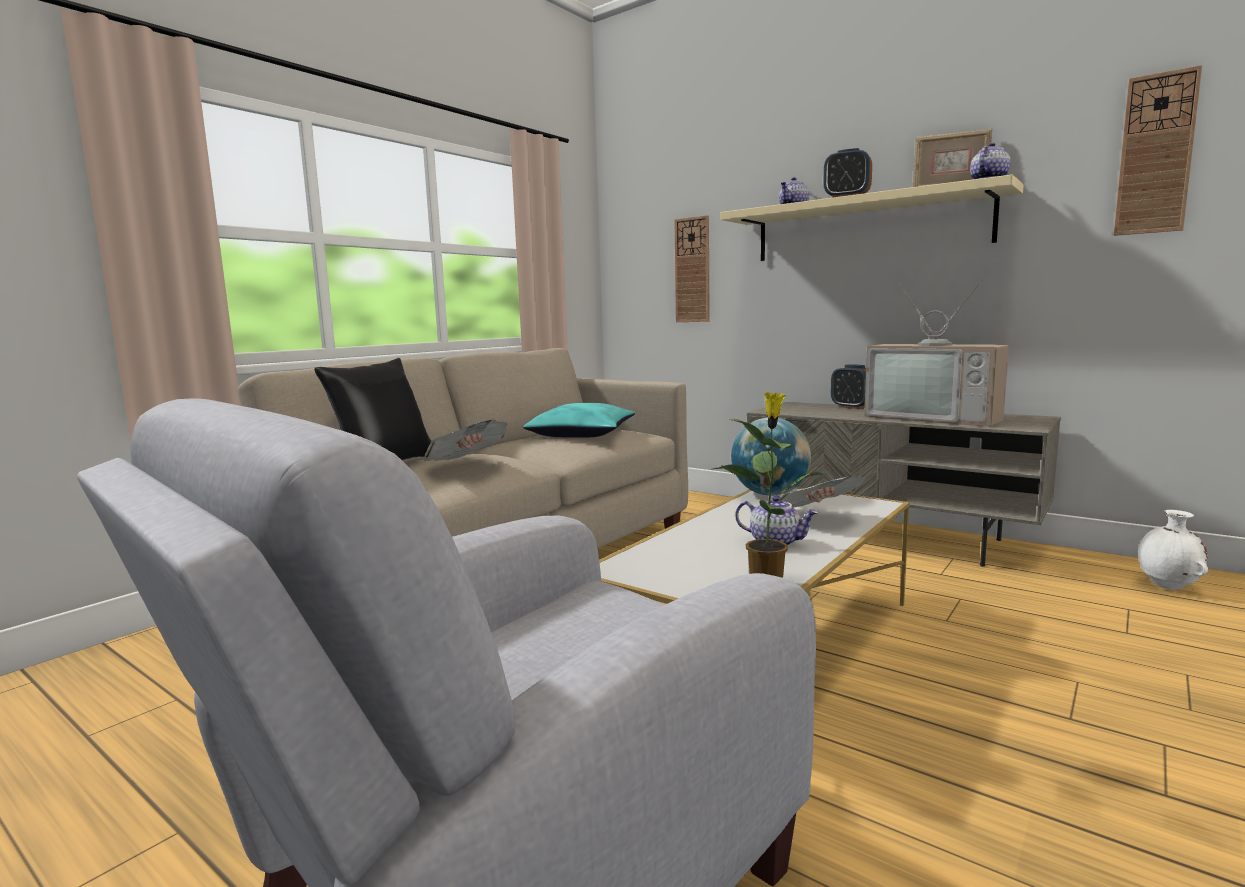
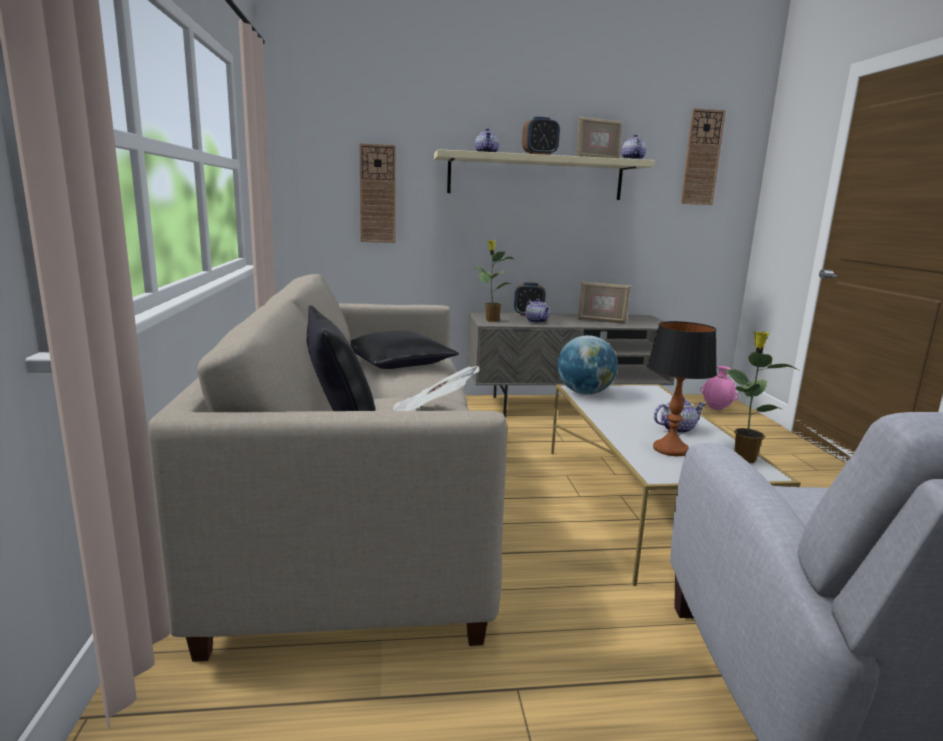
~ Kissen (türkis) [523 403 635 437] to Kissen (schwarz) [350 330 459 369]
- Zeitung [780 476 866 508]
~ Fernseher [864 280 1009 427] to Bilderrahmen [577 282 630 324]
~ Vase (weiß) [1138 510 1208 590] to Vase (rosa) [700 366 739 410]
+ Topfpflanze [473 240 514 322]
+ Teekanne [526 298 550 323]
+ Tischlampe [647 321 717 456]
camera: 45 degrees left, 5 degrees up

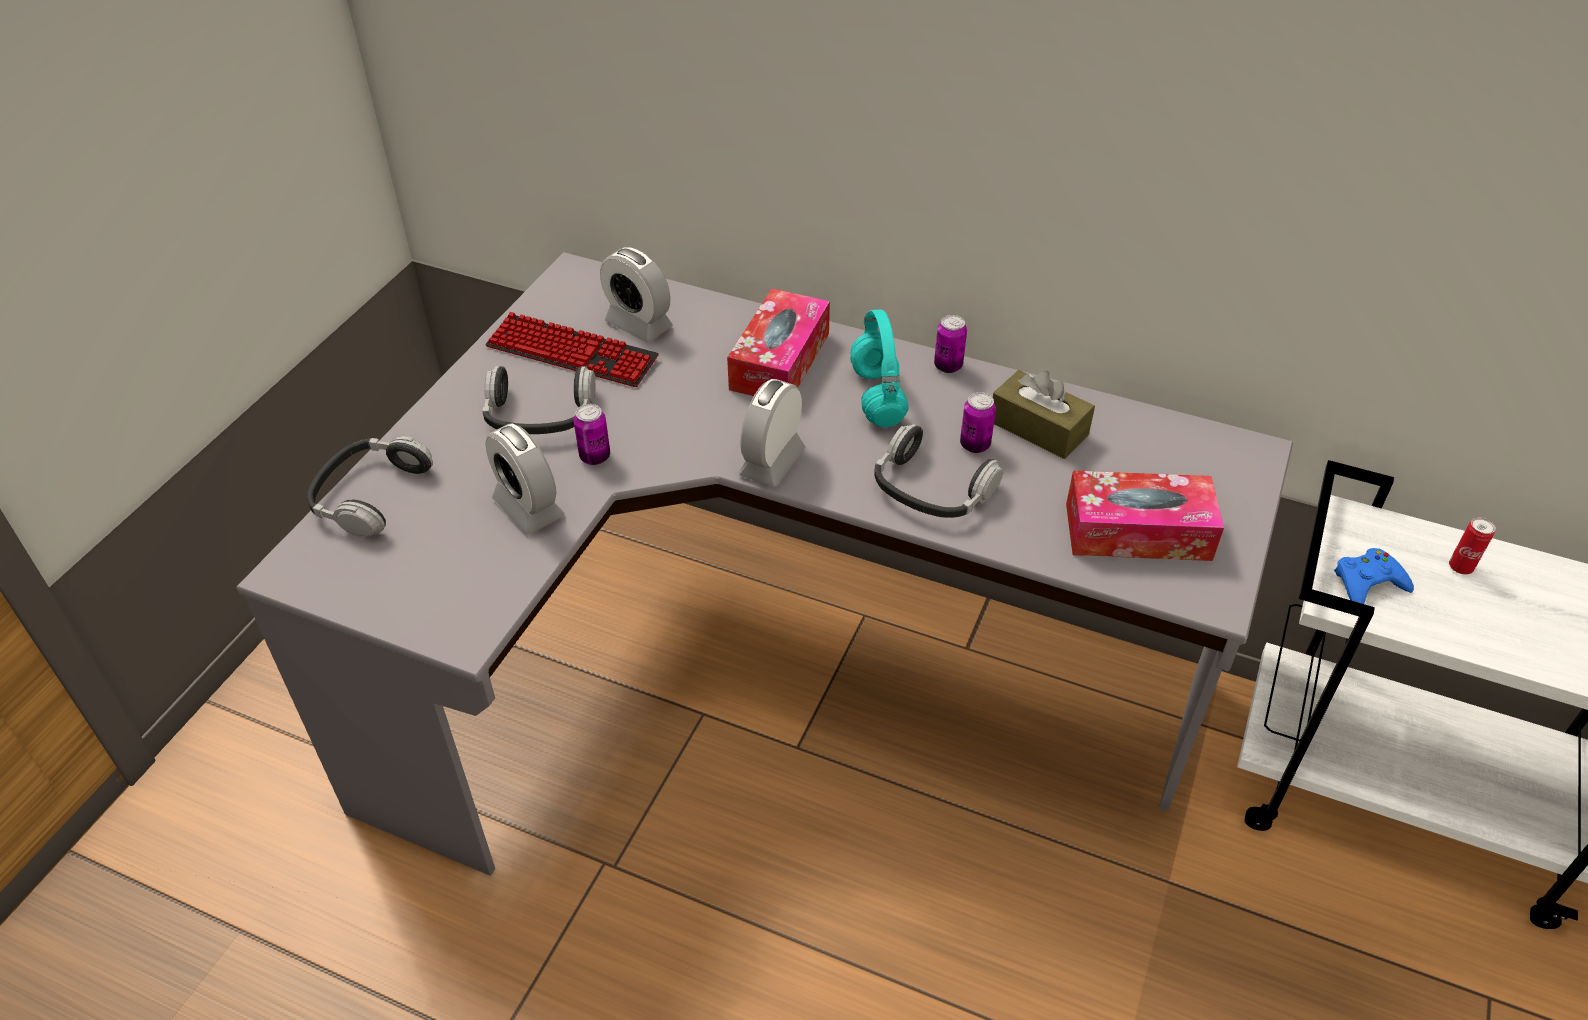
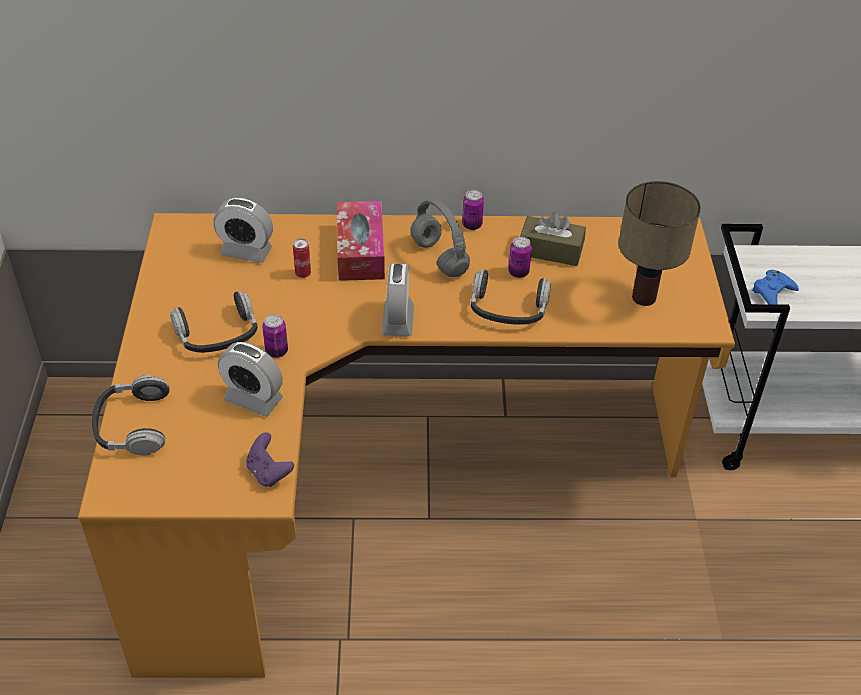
~ Schreibtisch (grau) [237 252 1293 876] to Schreibtisch (orange) [78 213 735 678]
- Tastatur [485 312 659 387]
~ Kopfhörer (türkis) [850 309 908 427] to Kopfhörer (grau) [411 198 470 277]
~ Taschentuchbox [1066 471 1224 561] to Tischlampe [619 181 701 306]
~ Dose [1449 517 1496 575] to [293 238 311 278]
+ Gamepad (lila) [246 432 294 487]
camera: 25 degrees left, 0 degrees up

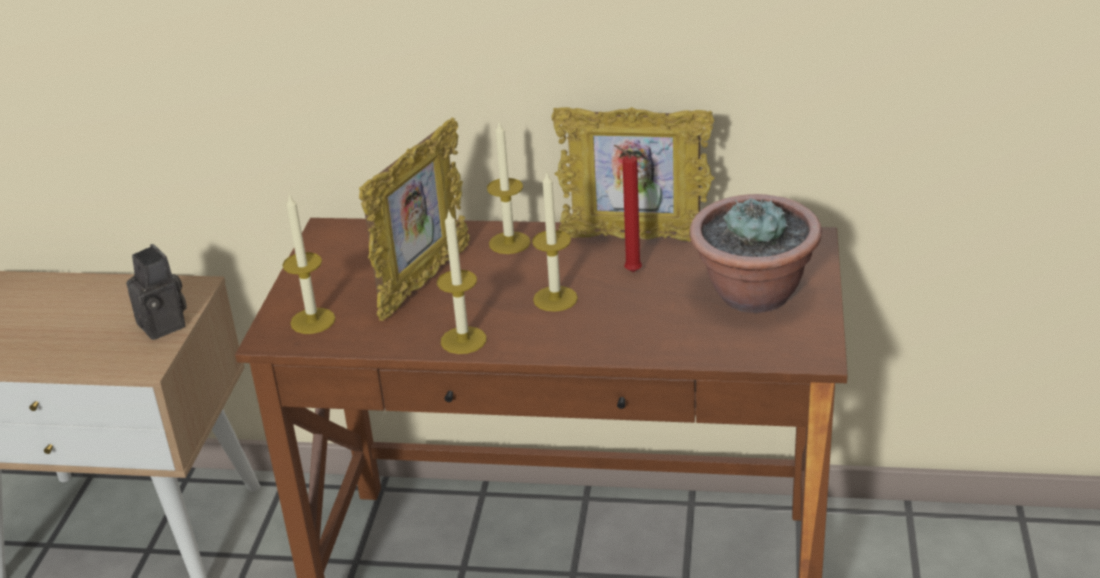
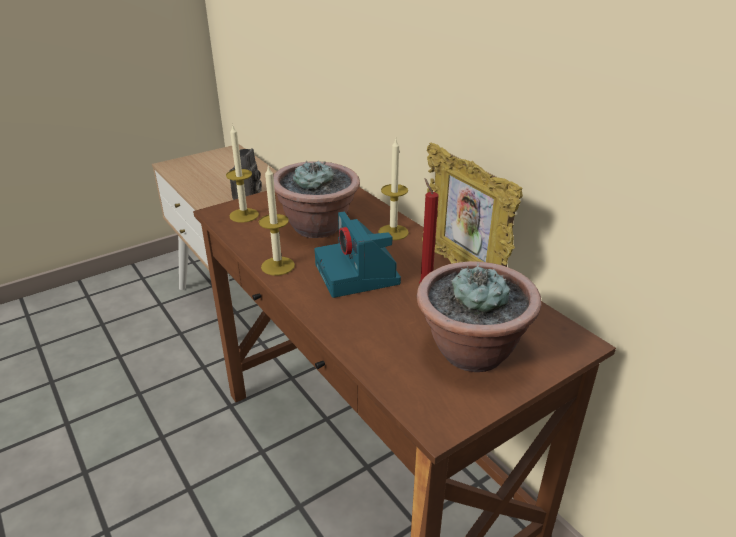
~ Bilderrahmen [359 118 470 321] to Topfpflanze [273 161 360 238]
~ Kerze [532 173 578 312] to Kamera [314 212 401 298]
camera: 45 degrees right, 0 degrees up

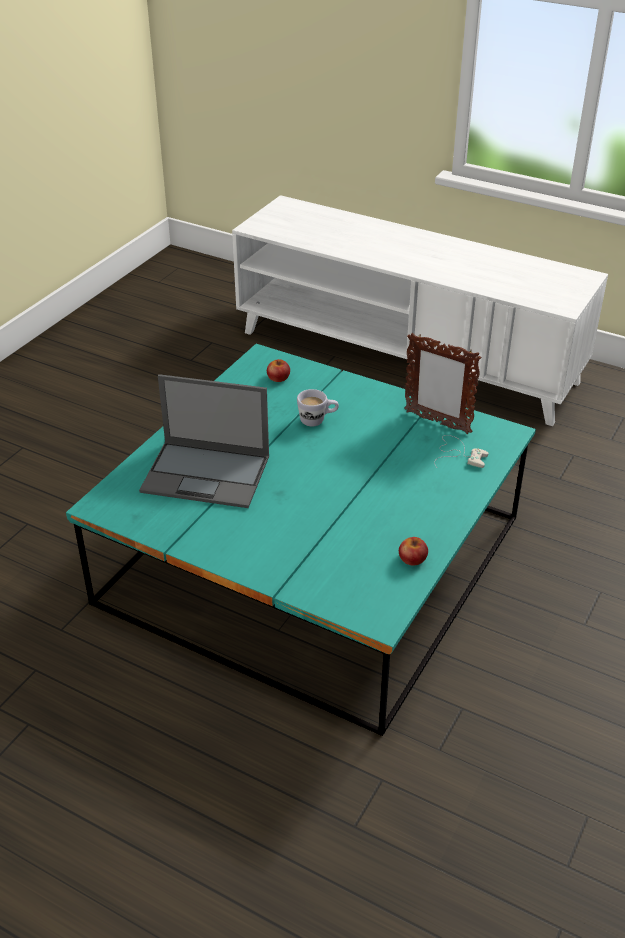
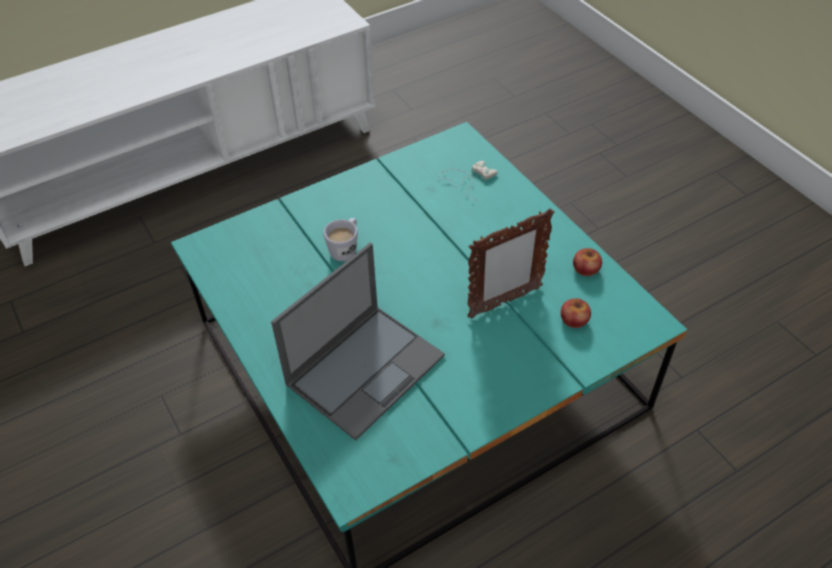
~ Apfel [267 359 290 382] to [561 298 591 328]
~ Bilderrahmen [404 333 482 434] to [467 208 554 319]
camera: 60 degrees left, 10 degrees up

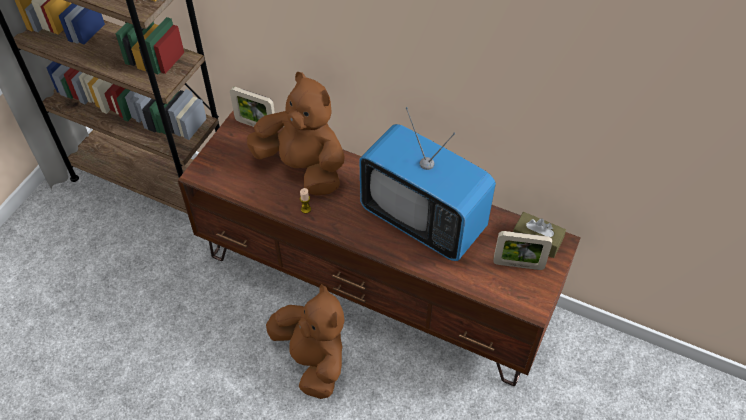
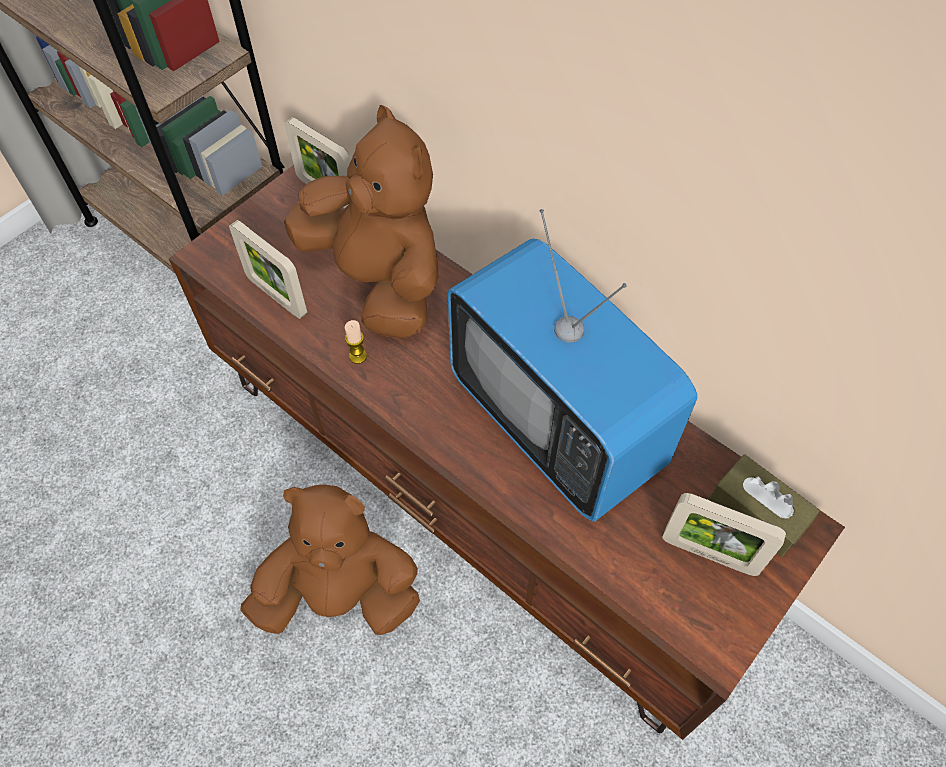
~ Plüschtier (braun) [266 284 345 399] = [240 485 420 635] 75 degrees counterclockwise
+ Bilderrahmen [229 220 307 319]
camera: 15 degrees right, 5 degrees up

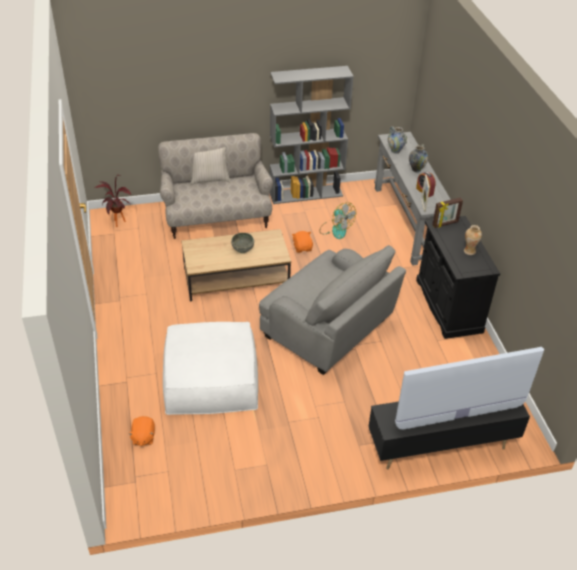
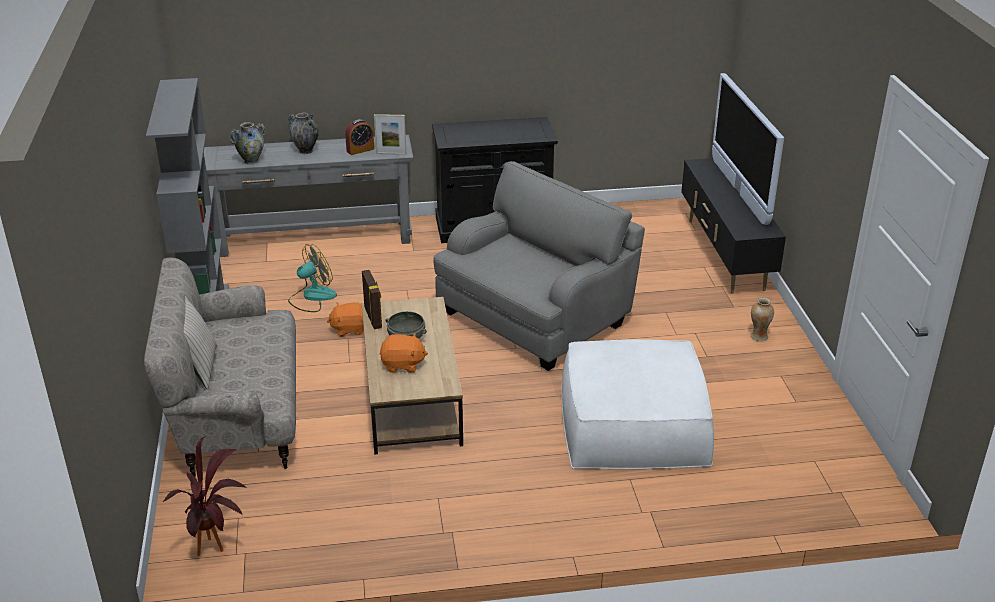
~ Plüschtier (orange) [128 416 155 446] to [380 333 428 373]
~ Bilderrahmen [432 197 463 228] to [362 270 382 329]
~ Vase [464 225 482 255] to [751 298 774 342]
camera: 85 degrees left, 10 degrees down

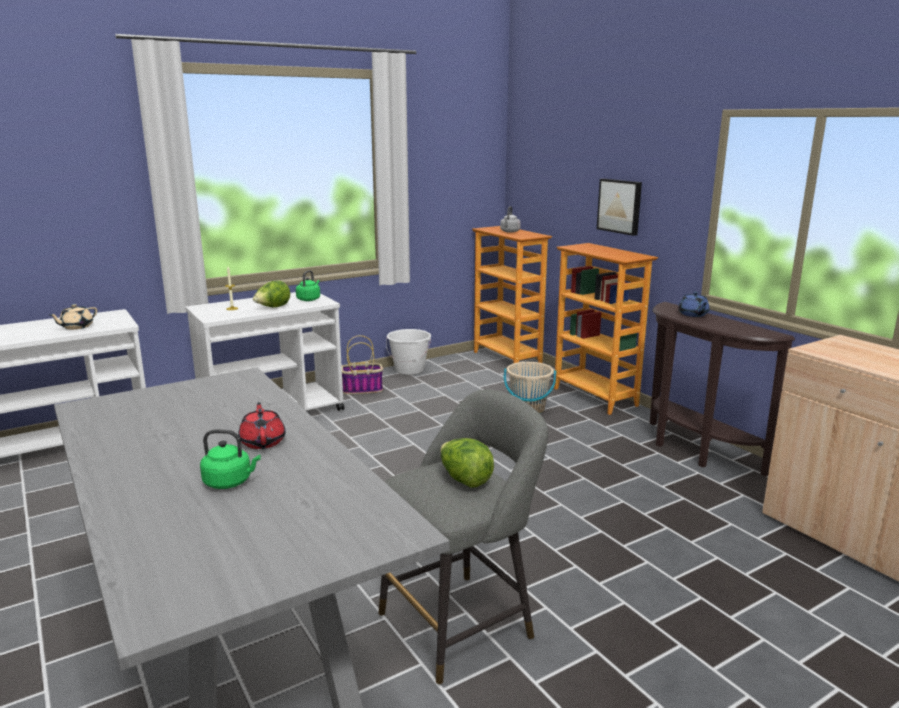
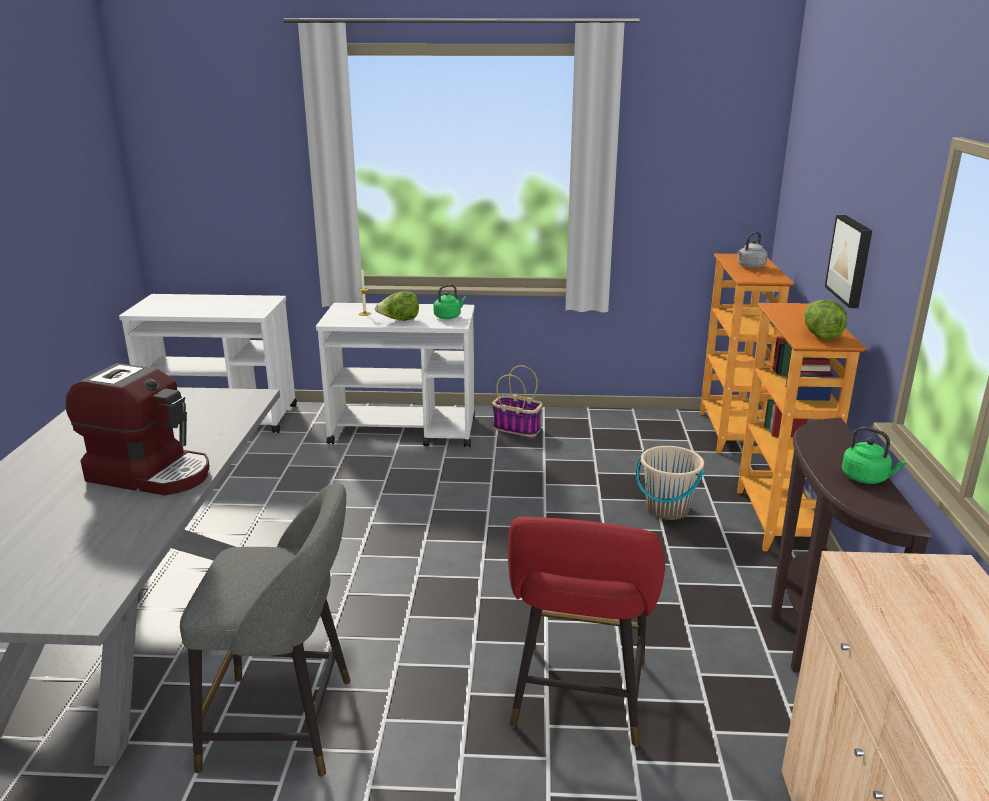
- Teekanne (beige) [49 304 97 330]
~ Wasserkessel (grün) [200 429 261 489] to [842 427 906 484]
~ Teekanne (rot) [238 402 286 449] to Kaffeemaschine [66 363 209 495]
- Eimer (weiß) [386 329 431 375]
~ Salatkopf [440 438 494 488] to [804 299 847 340]
- Teekanne (blau) [678 292 710 317]
+ Hocker (rot) [508 516 665 747]
camera: 35 degrees right, 5 degrees up

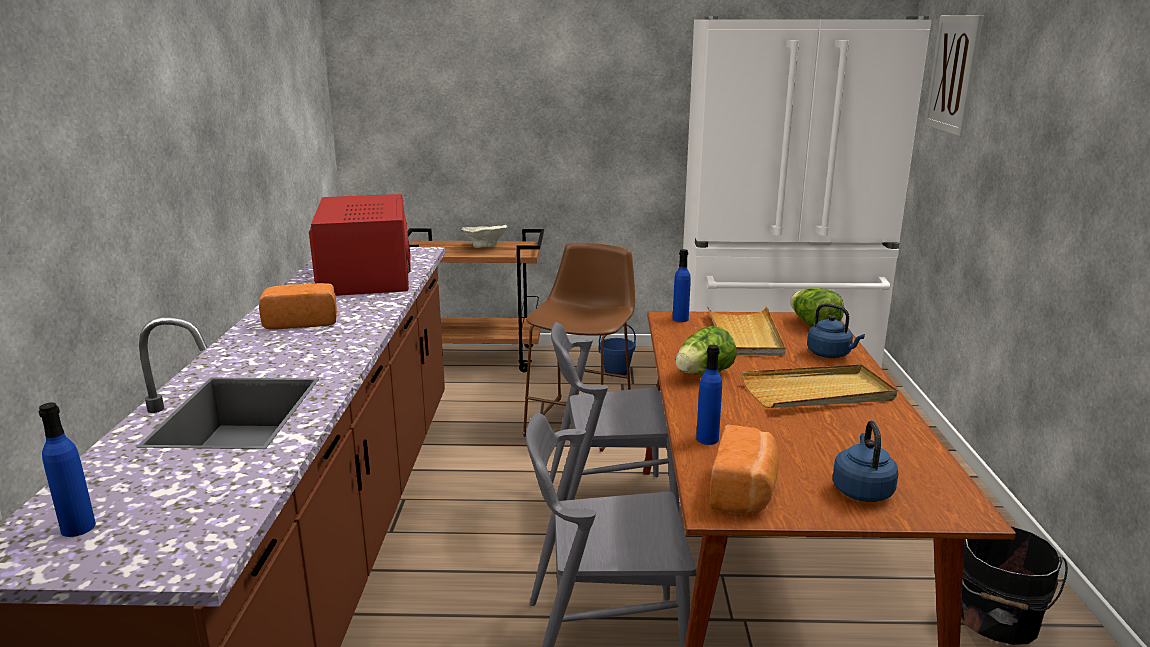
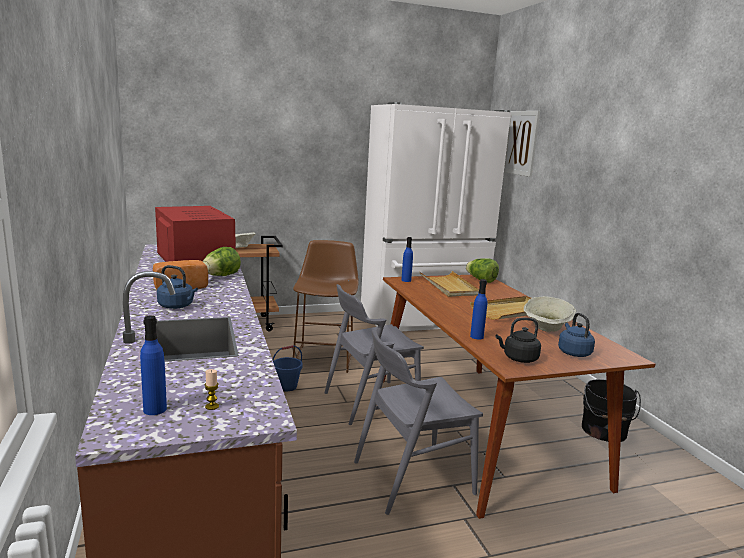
~ Eimer (blau) [599 324 636 377] to [273 345 303 392]
~ Salatkopf [676 326 736 375] to [202 247 241 276]
~ Brot [710 425 779 513] to Wasserkessel (schwarz) [496 318 541 363]
~ Wasserkessel (blau) [807 303 865 358] to [157 265 198 309]
+ Kerze [205 369 219 410]
+ Schüssel (beige) [524 296 576 332]
camera: 20 degrees left, 5 degrees down

